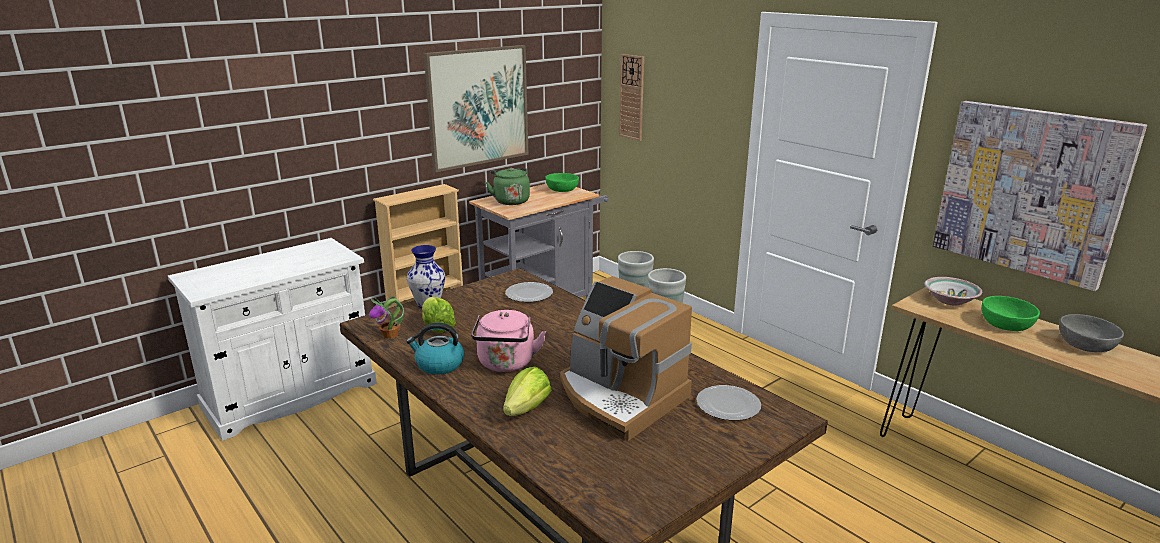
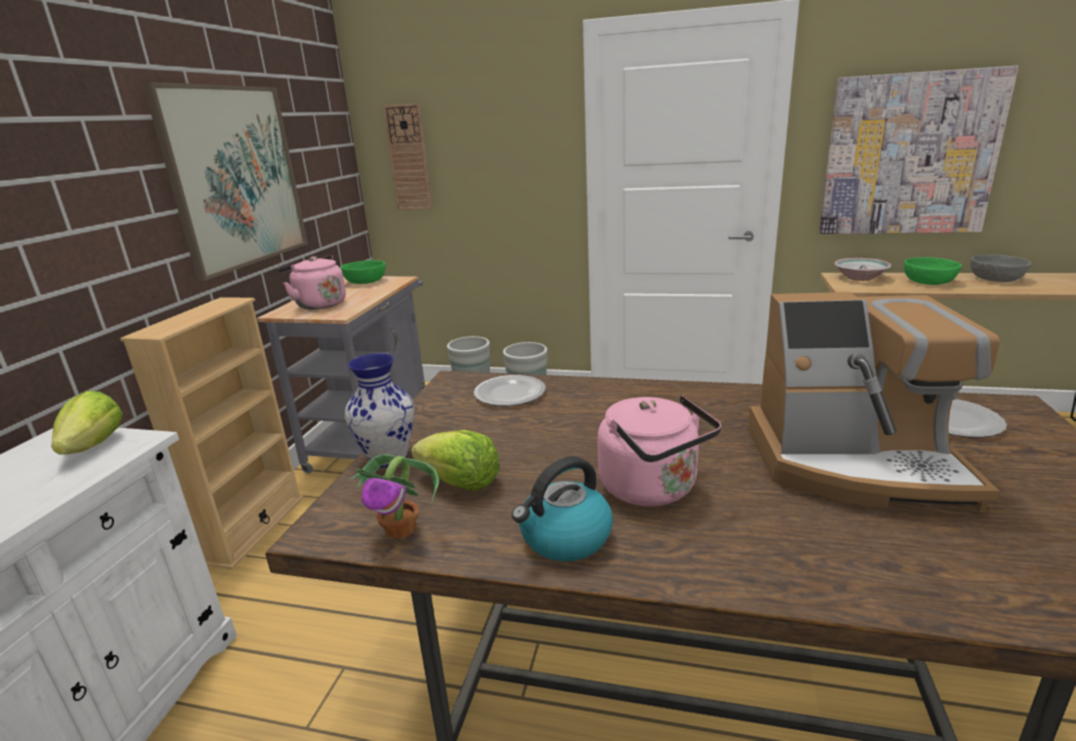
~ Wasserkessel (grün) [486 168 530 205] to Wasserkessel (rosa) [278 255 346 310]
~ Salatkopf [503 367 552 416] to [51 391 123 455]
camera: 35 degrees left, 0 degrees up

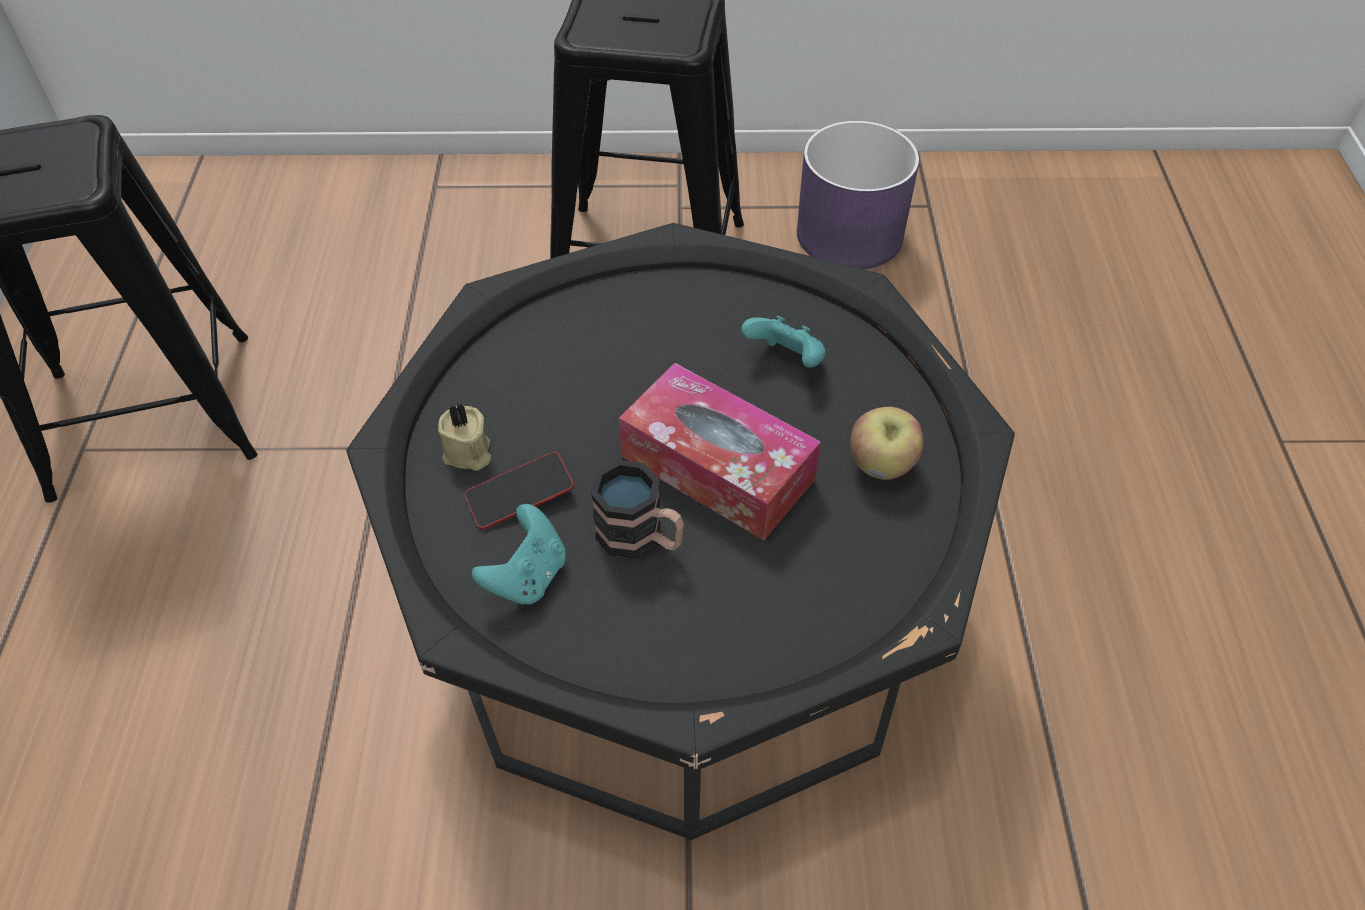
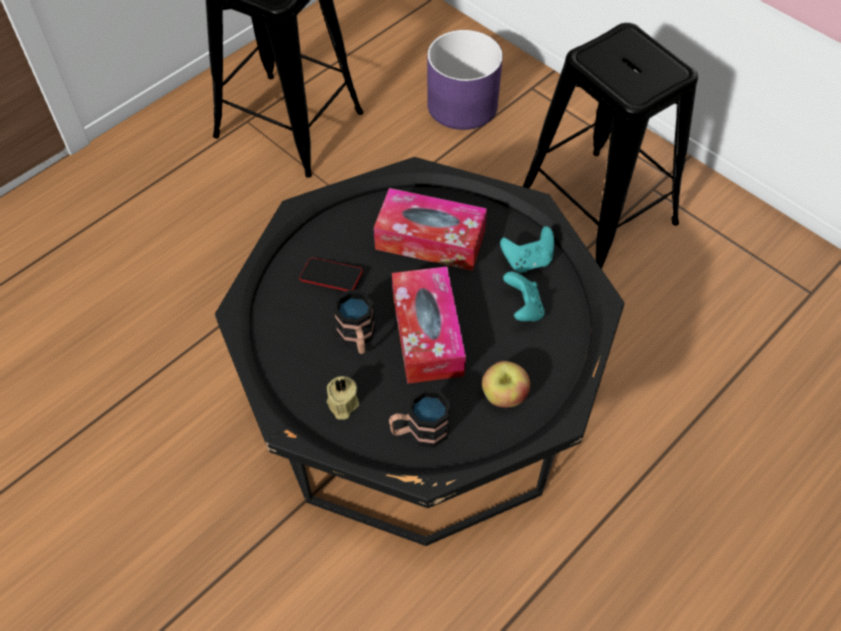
~ Kerze (beige) [438 403 491 471] to [327 376 359 420]
~ Gamepad (türkis) [472 504 566 605] to [500 226 554 272]
~ Pflanzkübel (lila) [797 121 919 270] to [427 30 503 130]
+ Taschentuchbox [374 188 487 271]
+ Henkelbecher [389 388 451 448]
camera: 45 degrees right, 5 degrees up

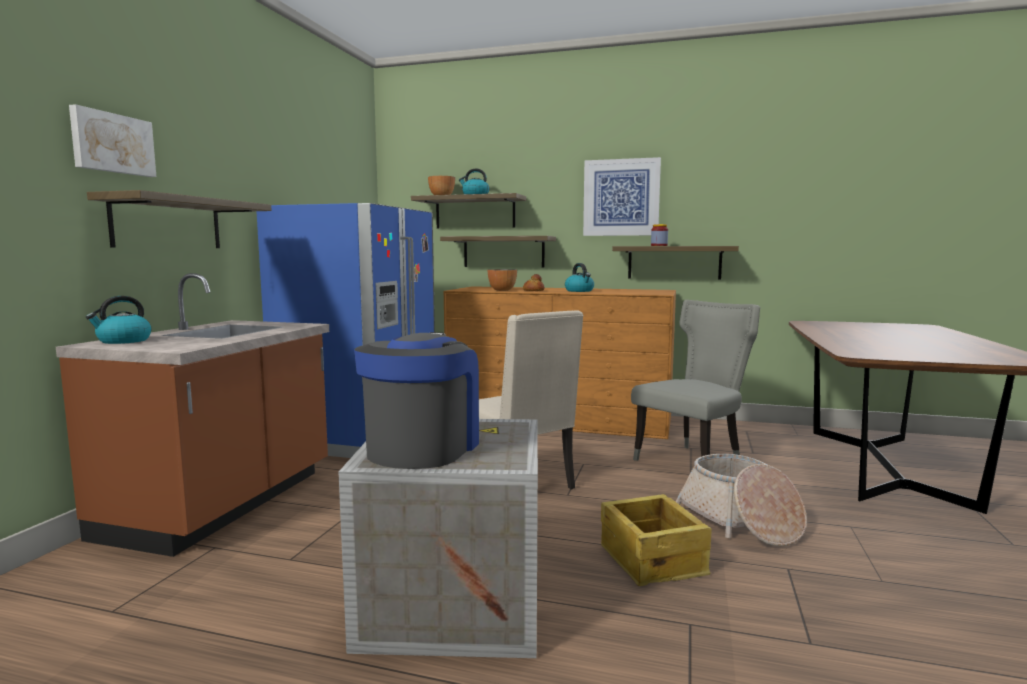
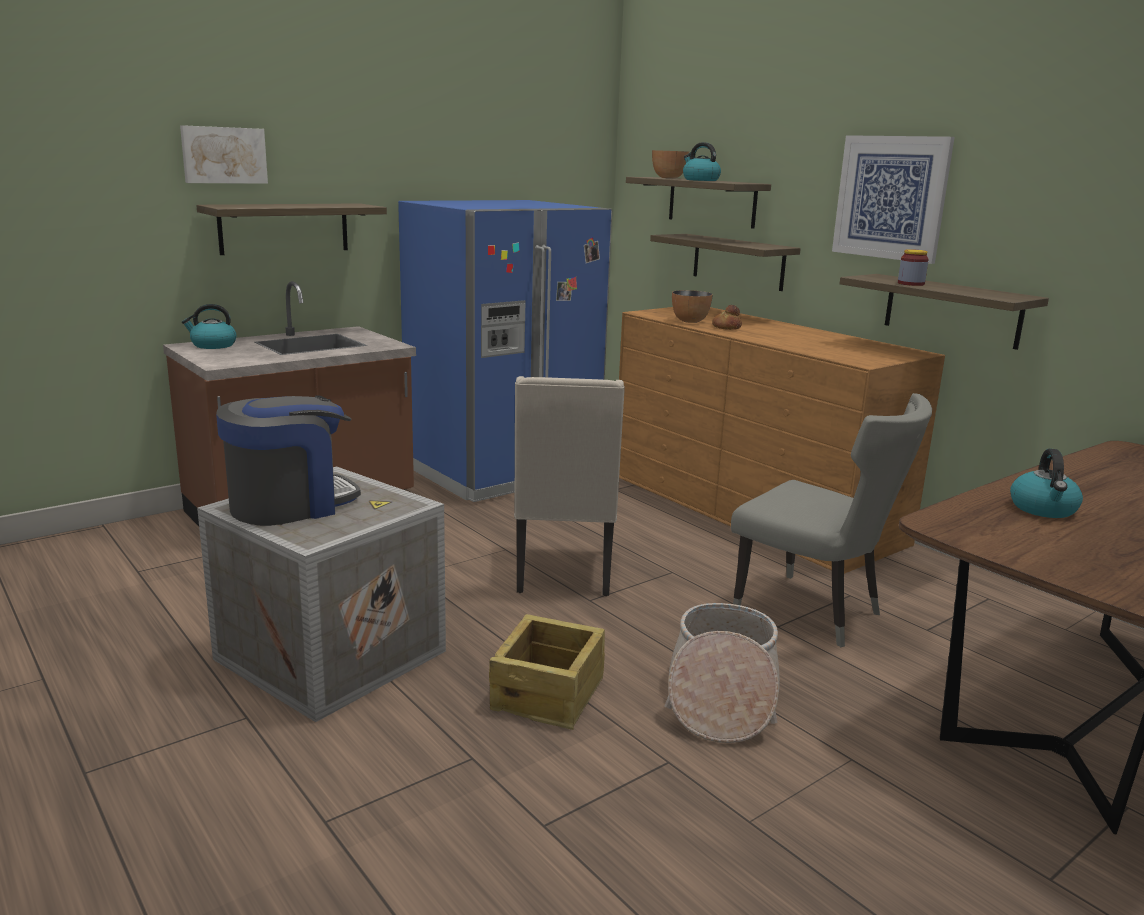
~ Wasserkessel [565 263 594 292] to [1010 449 1083 518]
~ Stuhl (grau) [631 300 760 461] = [731 393 932 647] 45 degrees clockwise
camera: 35 degrees right, 10 degrees up

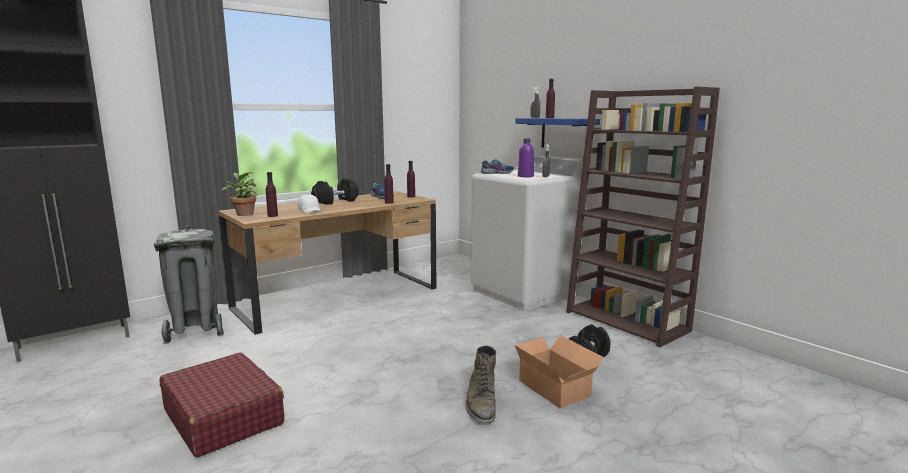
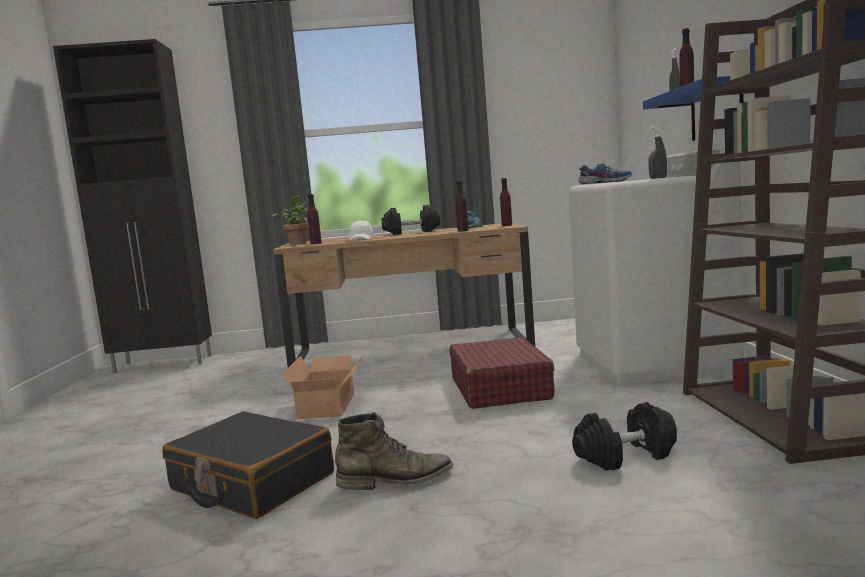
- Mülleimer (grau) [154 225 224 344]
~ Koffer (rot) [160 353 284 458] to [450 337 554 409]
~ Stiefel (grün) [466 345 496 423] = [335 412 453 490] 135 degrees counterclockwise
~ Karton [515 335 604 408] to [282 355 364 419]
- Flasche (lila) [518 138 534 177]
+ Koffer (schwarz) [162 411 334 519]
camera: 35 degrees right, 5 degrees down

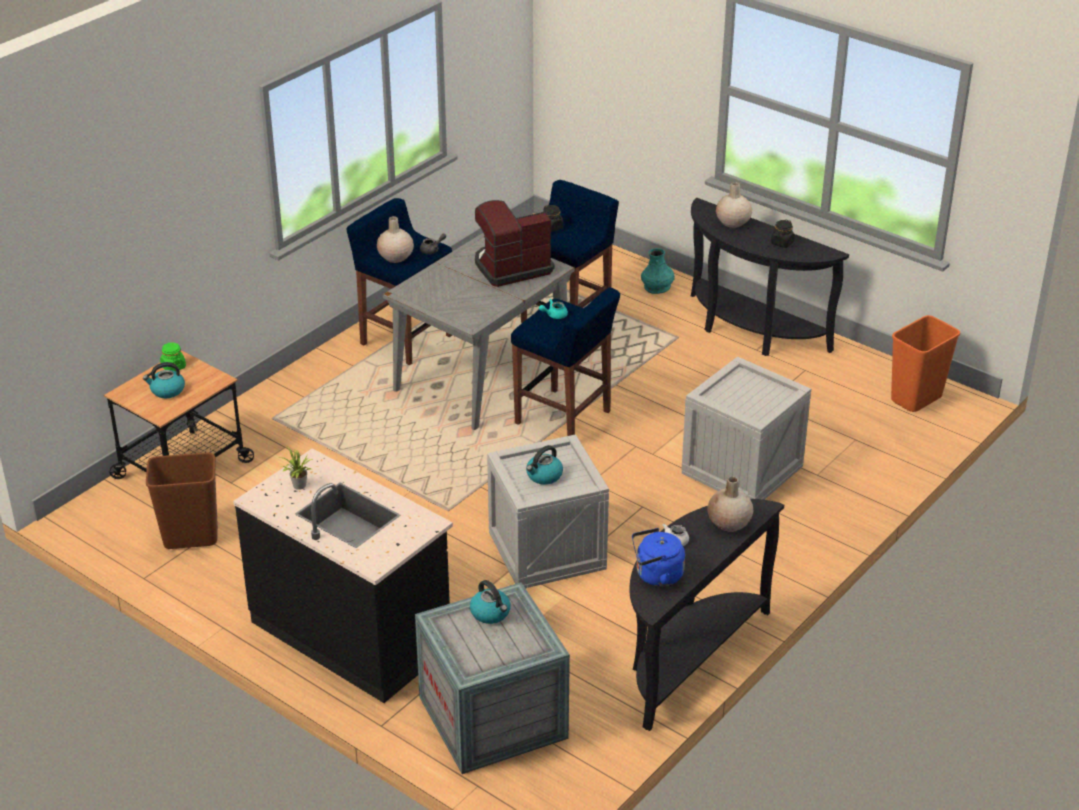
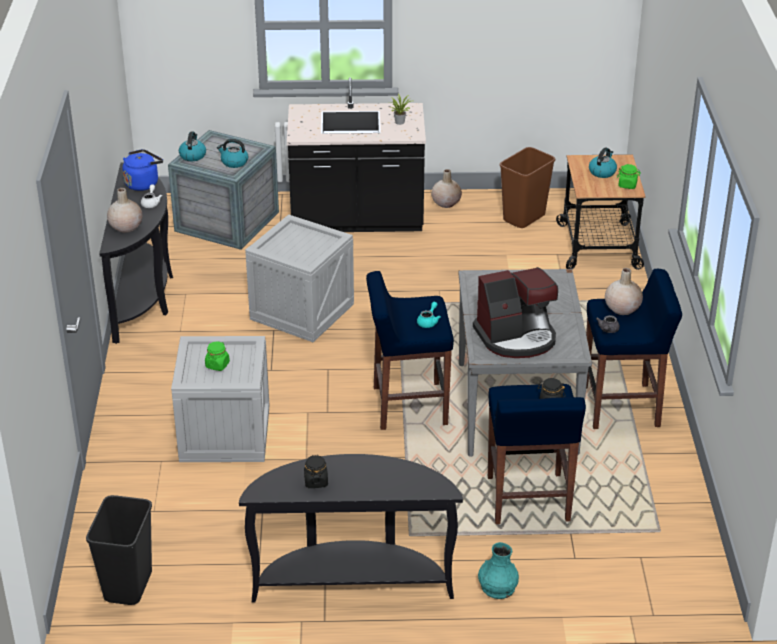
~ Kaffeemaschine [475 200 554 287] = [473 267 558 358] 45 degrees clockwise
~ Wasserkessel [526 445 563 485] to [179 131 206 161]
~ Vase (beige) [716 182 752 228] to [431 169 462 208]
~ Mülleimer (orange) [891 315 960 412] to Mülleimer (schwarz) [86 495 152 605]
+ Vorratsglas (grün) [205 341 230 371]
camera: 140 degrees right, 0 degrees up

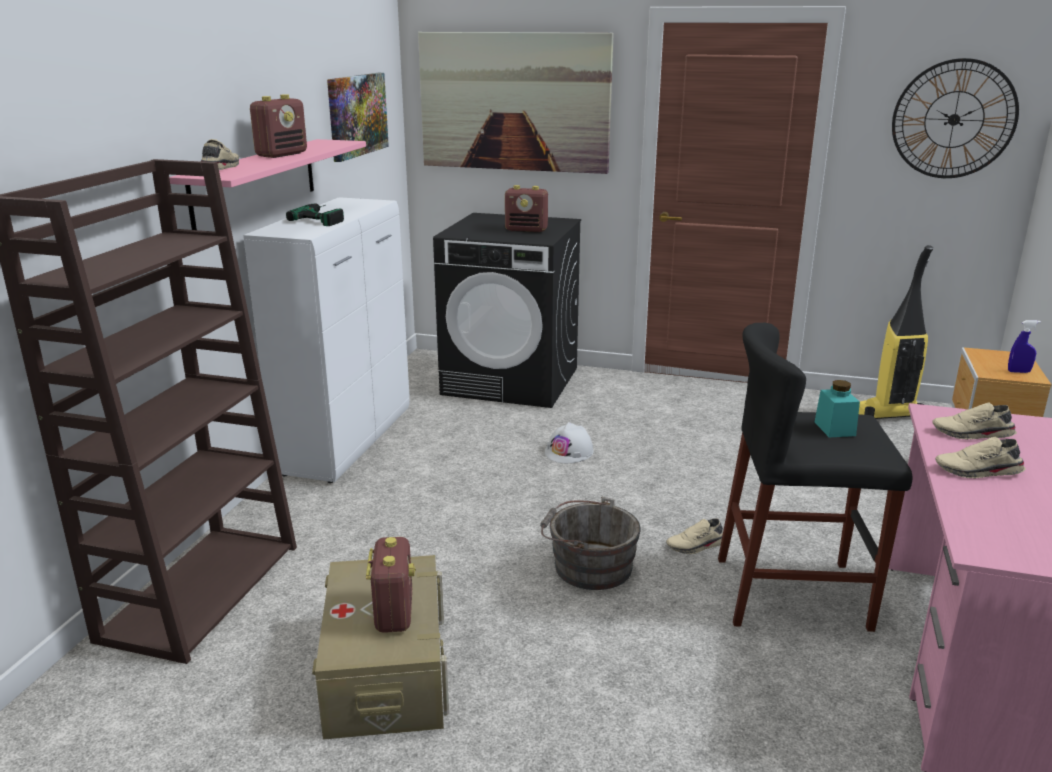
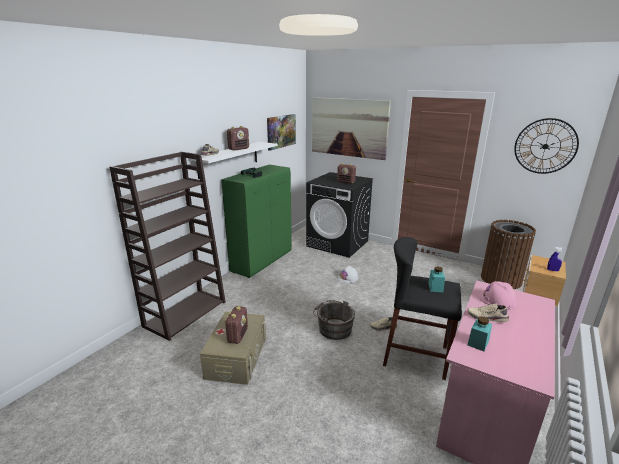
~ Wandregal (rosa) [169 139 366 230] to Wandregal (weiß) [189 142 277 179]
~ Schrank (weiß) [243 197 410 483] to Schrank (grün) [221 165 292 278]
~ Staubsauger [859 245 933 419] to Mülleimer (braun) [481 220 536 289]
~ Schuh (beige) [932 403 1017 440] to Schutzhelm (rosa) [478 281 517 309]
+ Vorratsglas (türkis) [467 316 492 352]
camera: 15 degrees right, 0 degrees up

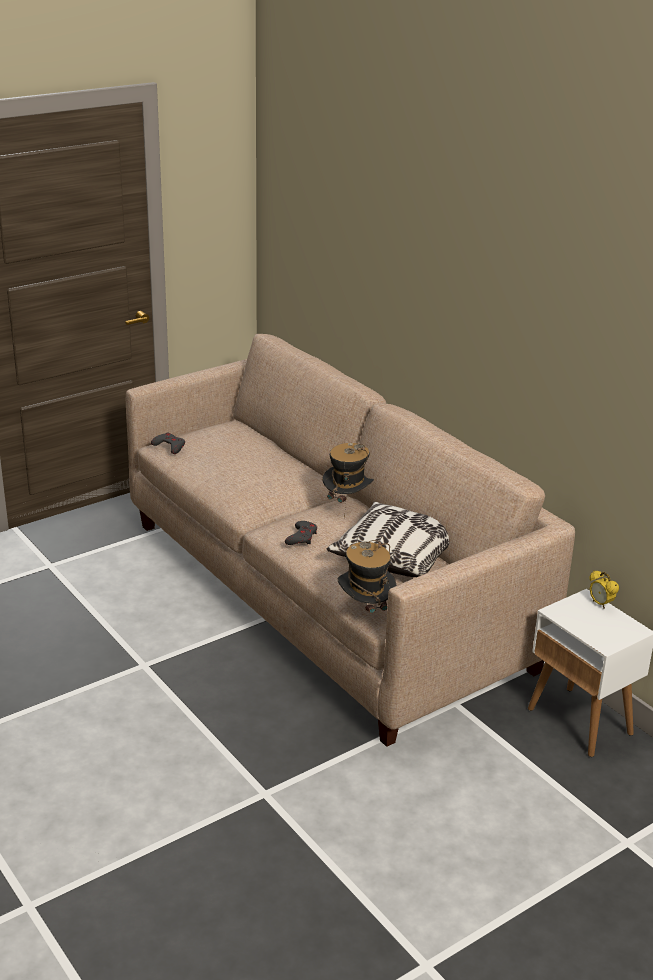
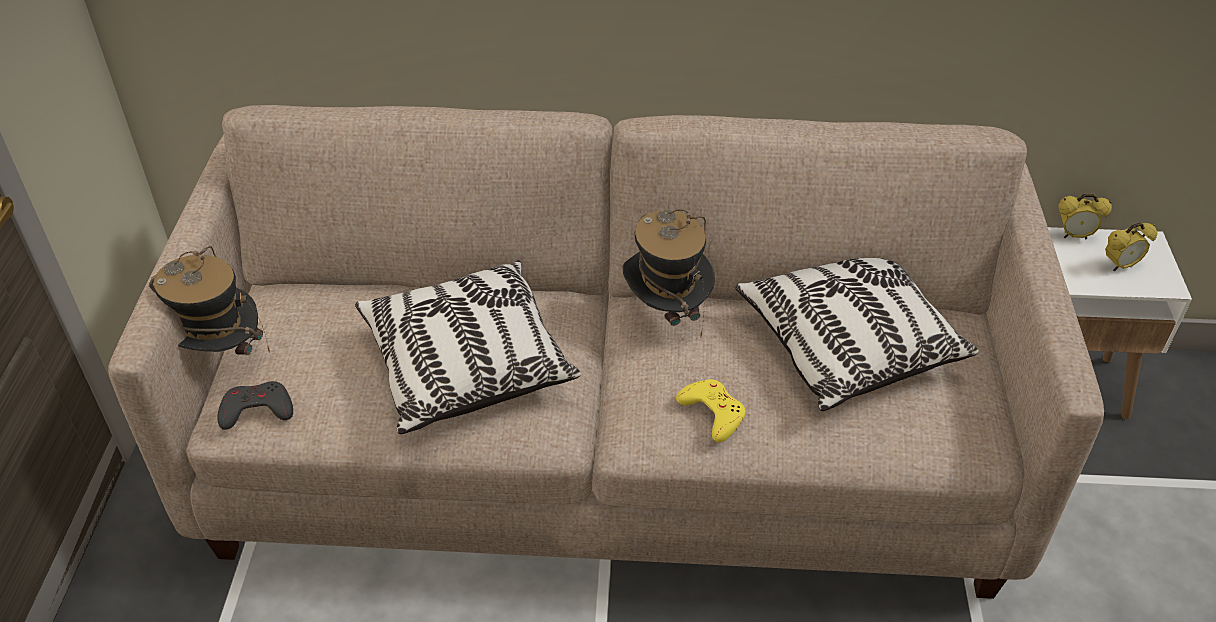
~ Gamepad (grau) [285 521 317 545] to Gamepad (gelb) [676 379 746 443]
~ Hut [338 540 397 613] to [149 246 270 355]
+ Kissen [355 260 581 434]
+ Wecker [1105 222 1157 271]
camera: 50 degrees left, 15 degrees up

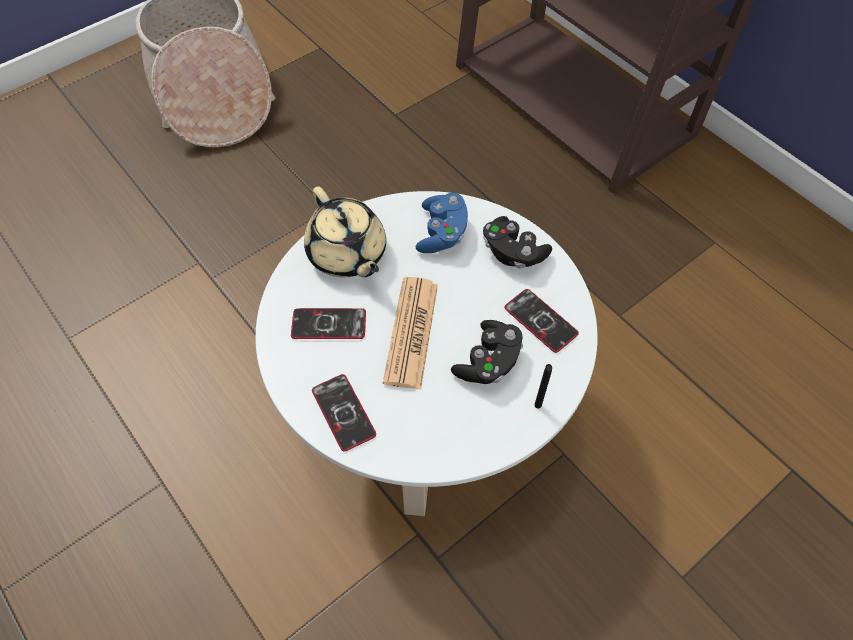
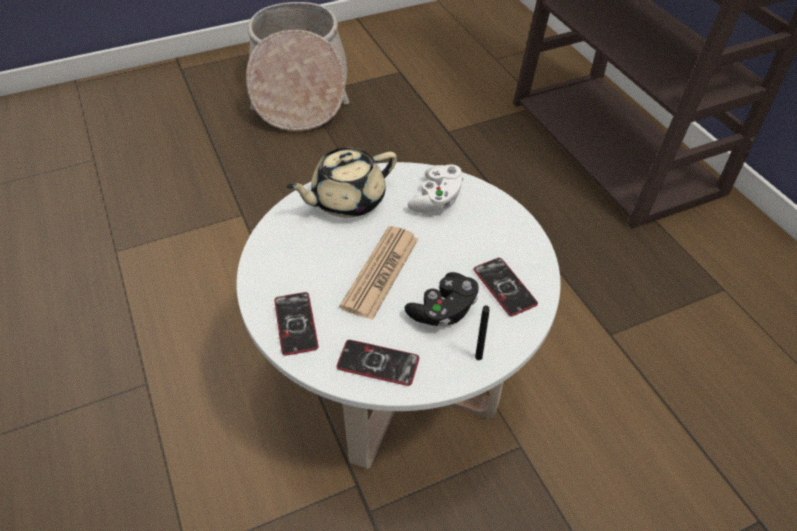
~ Handy [291 308 366 339] to [336 340 419 386]
~ Teekanne (beige) [304 187 386 277] = [286 148 397 218] 75 degrees clockwise
~ Gamepad (blau) [416 193 468 253] to Gamepad (weiß) [408 164 463 213]
- Gamepad (schwarz) [483 216 552 269]
camera: 15 degrees right, 10 degrees down

